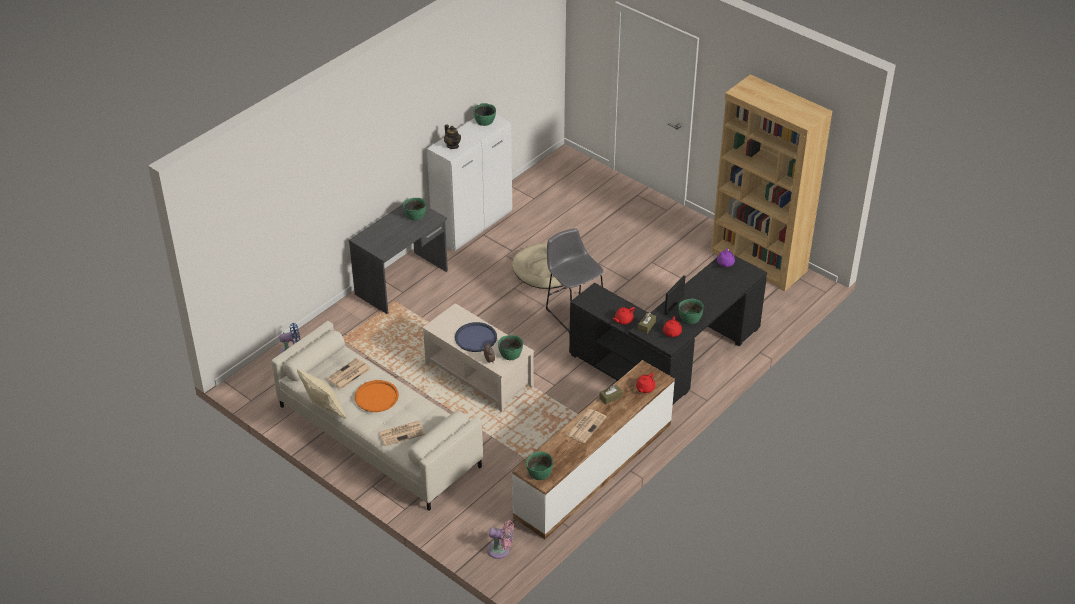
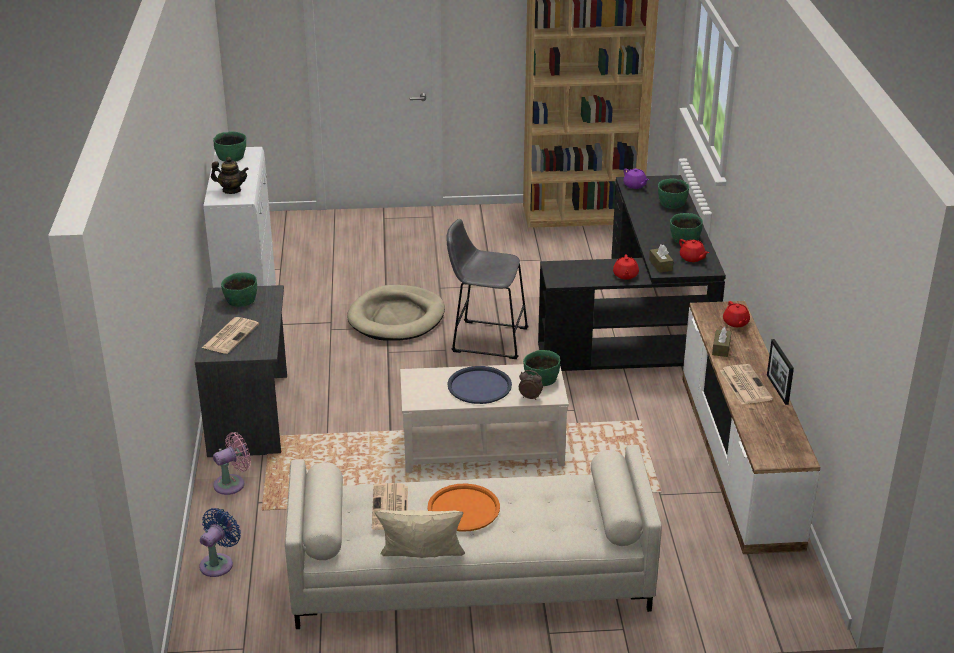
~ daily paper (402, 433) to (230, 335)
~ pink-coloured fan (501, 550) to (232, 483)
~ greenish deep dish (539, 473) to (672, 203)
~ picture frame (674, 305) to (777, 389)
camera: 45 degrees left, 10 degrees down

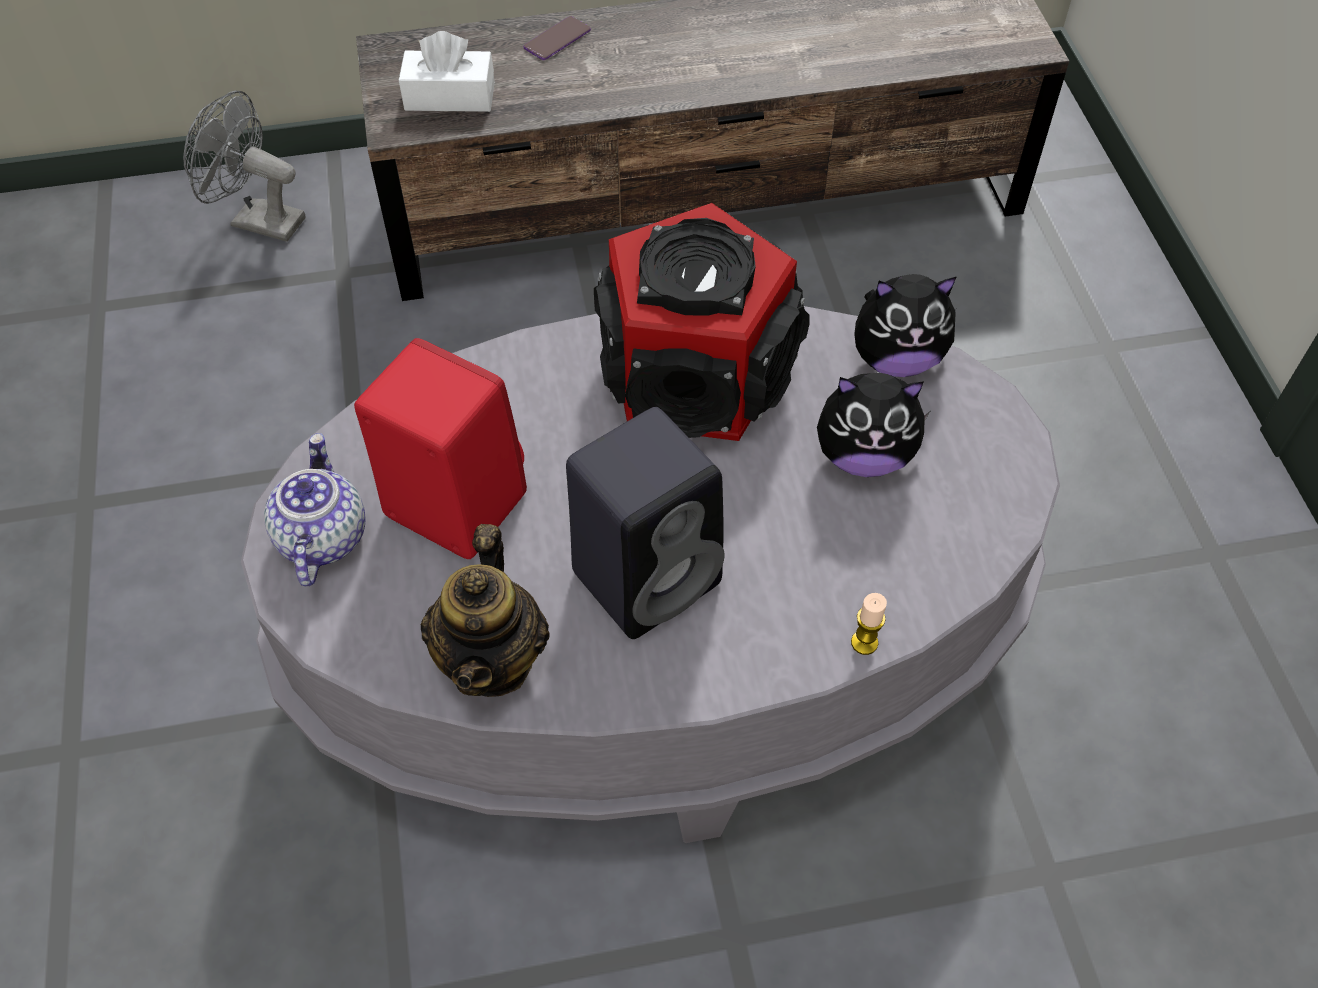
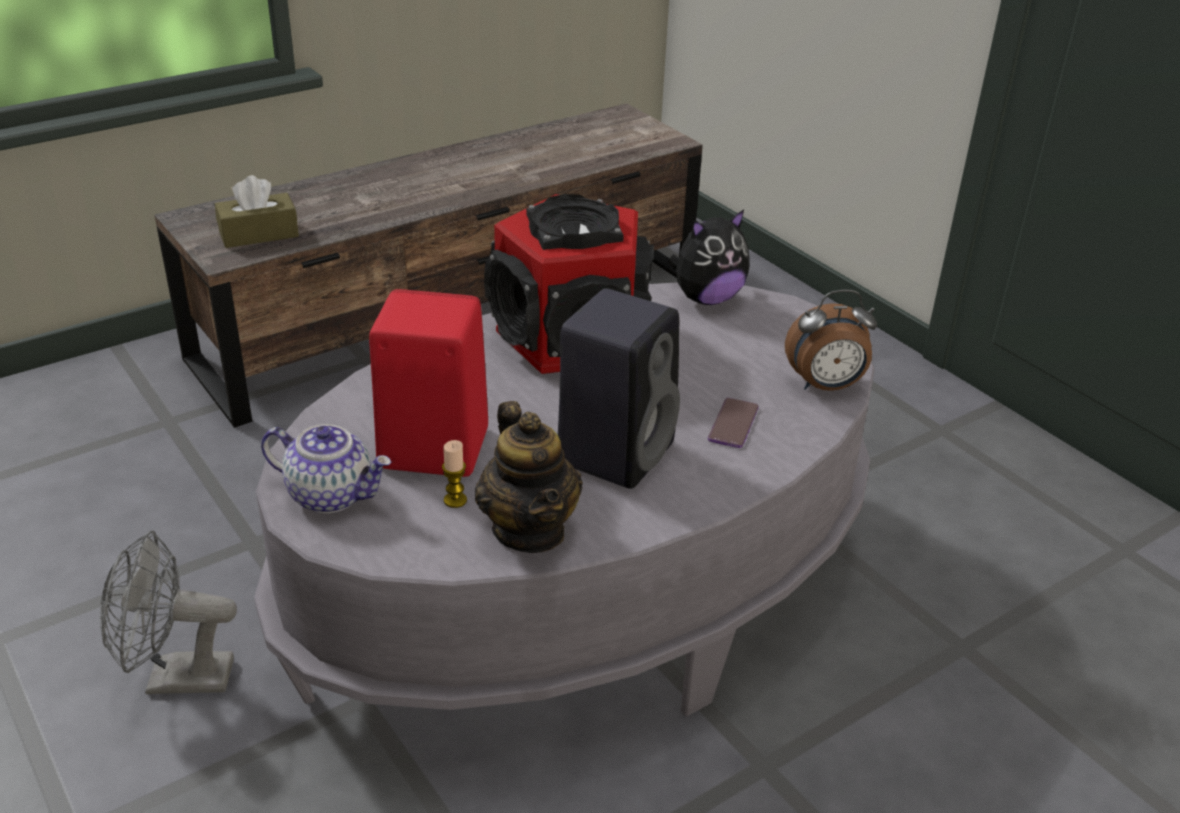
- plush toy (864, 455)
+ table clock (825, 386)
~ grey fan (258, 220) to (176, 679)
~ telephone (557, 39) to (733, 424)
~ candle (864, 642) to (455, 500)
~ white tissue box (450, 96) to brown tissue box (258, 234)
~ teapot (321, 537) = (332, 494) 135 degrees clockwise
camera: 25 degrees left, 20 degrees down

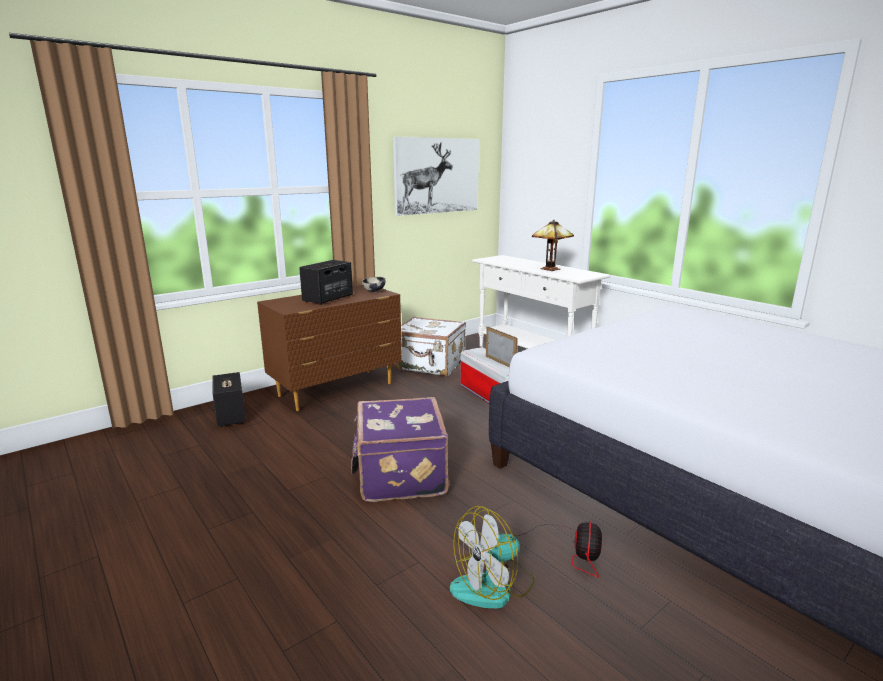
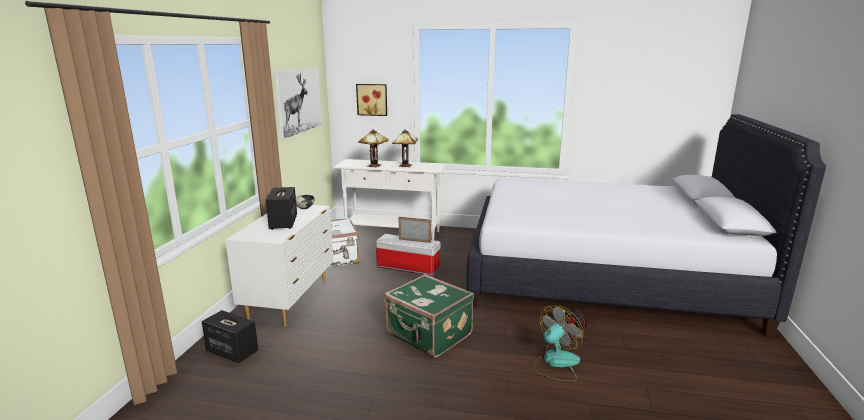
+ wall art (372, 99)
+ lamp for a table (374, 165)
~ brown chest of drawers (337, 390) to white chest of drawers (291, 300)
~ purple-coloured piece of luggage (399, 475) to greenish piece of luggage (428, 335)
~ fan (493, 586) = (555, 363) 150 degrees counterclockwise
camera: 40 degrees left, 0 degrees up

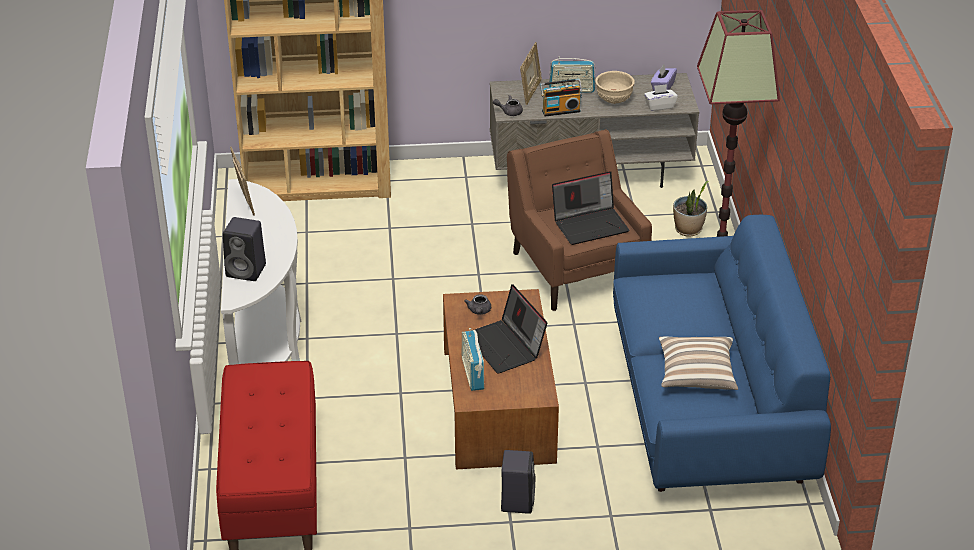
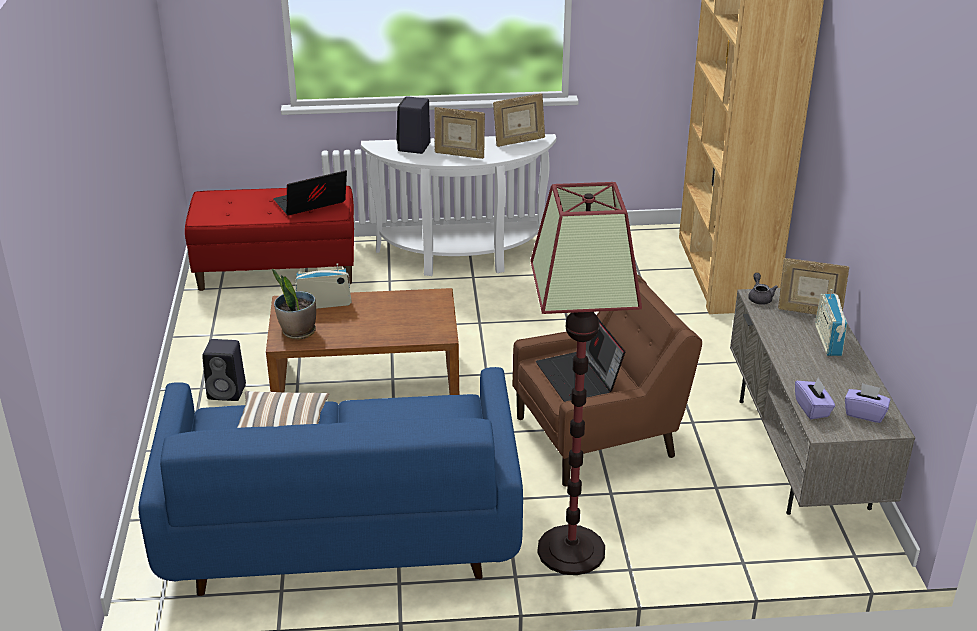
- grey teapot (479, 311)
- radio (560, 110)
- beige deep dish (613, 100)
+ picture frame (459, 155)
~ portable computer (506, 346) to (310, 204)
~ houseplant (688, 230) to (298, 332)
~ white tissue box (659, 106) to purple-coloured tissue box (812, 408)
camera: 90 degrees right, 5 degrees down

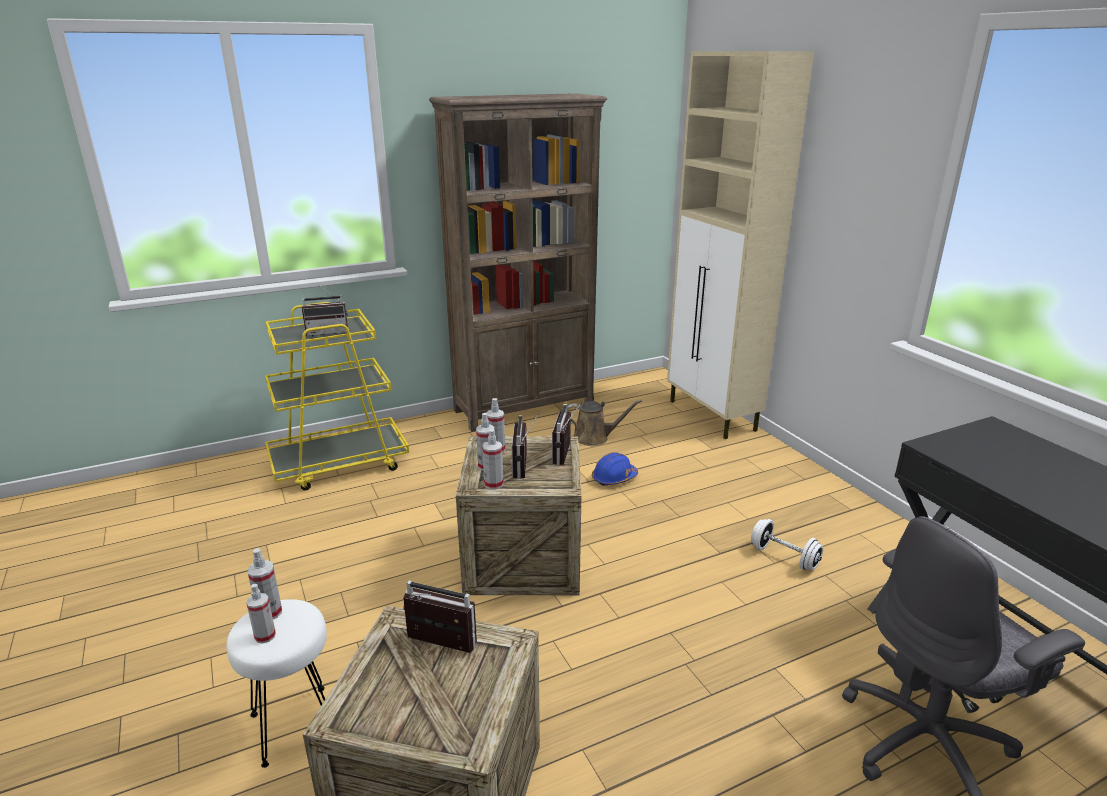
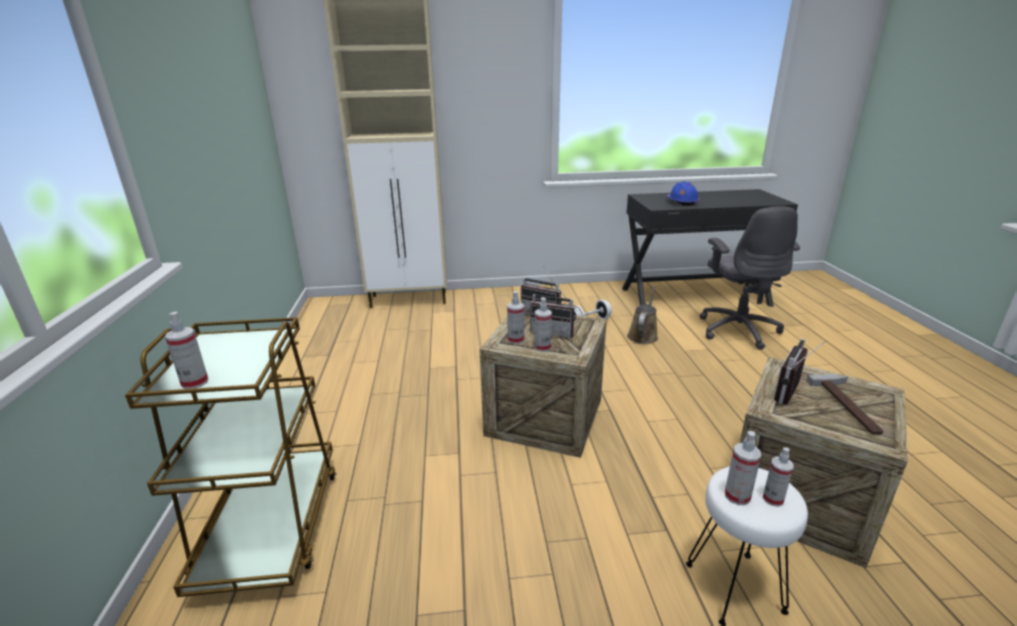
- radio (328, 332)
- brown shelving unit (525, 407)
+ hand hammer (851, 406)
~ spray bottle (493, 484) to (195, 382)
~ brown watering pot (594, 438) to (643, 335)
~ blue-coloured safety helmet (614, 478) to (682, 202)
~ yellow trolley (340, 463) to brown trolley (271, 526)
camera: 70 degrees left, 0 degrees up

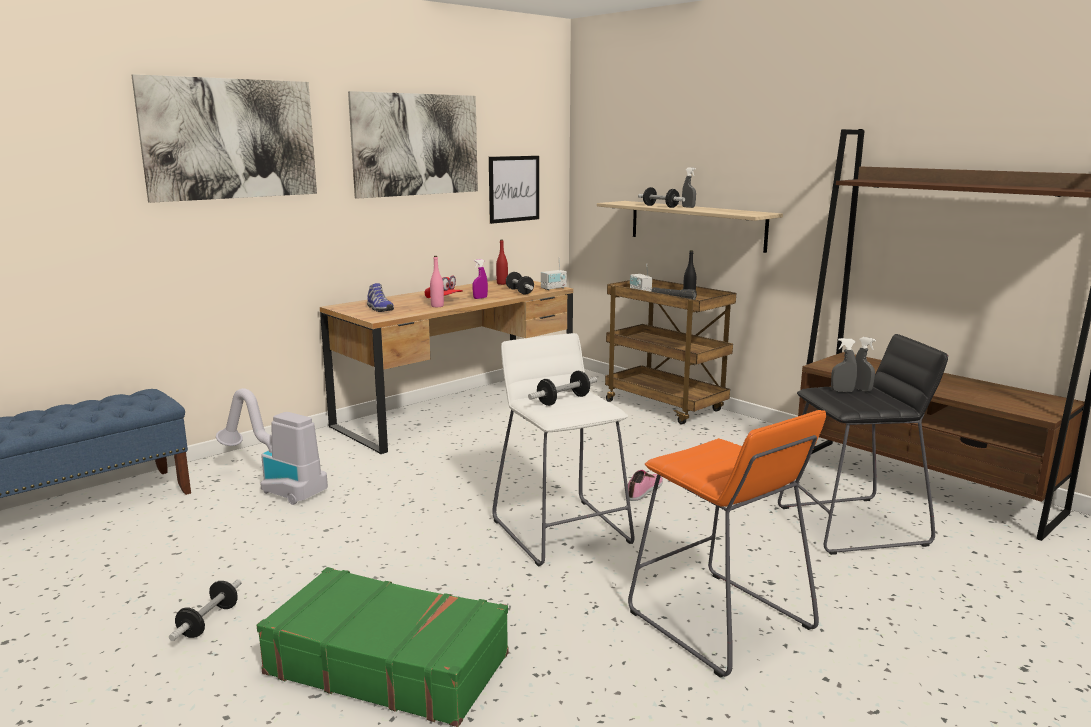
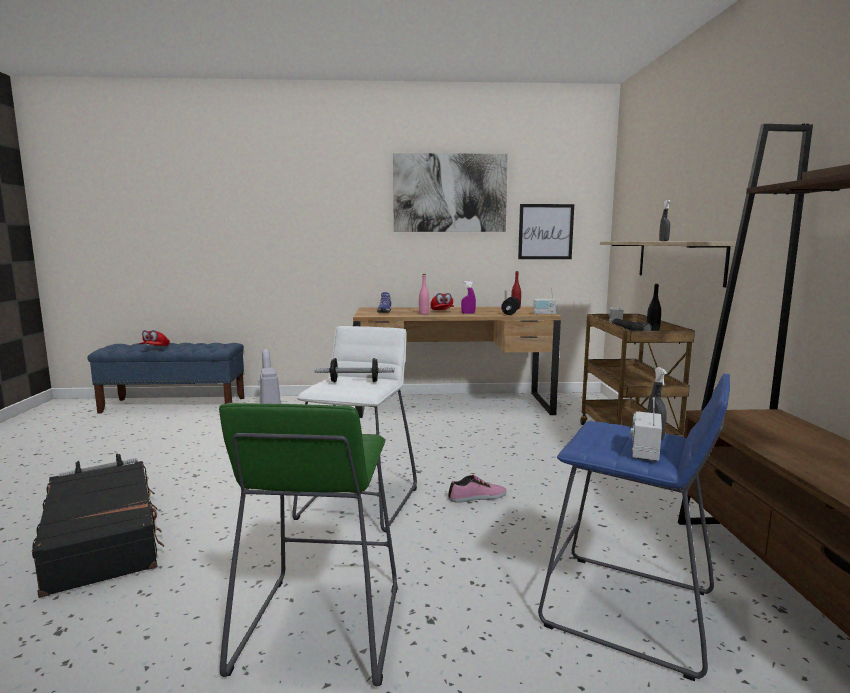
- wall art (231, 139)
- hand weight (660, 206)
- grey spray bottle (842, 391)
+ red-coloured cap (155, 348)
+ radio (644, 453)
~ greenish piece of luggage (388, 663) to blackish piece of luggage (103, 538)
~ orange stool (719, 621) to greenish stool (320, 628)
~ blackish stool (852, 525) to blue-coloured stool (629, 610)
camera: 40 degrees right, 5 degrees down

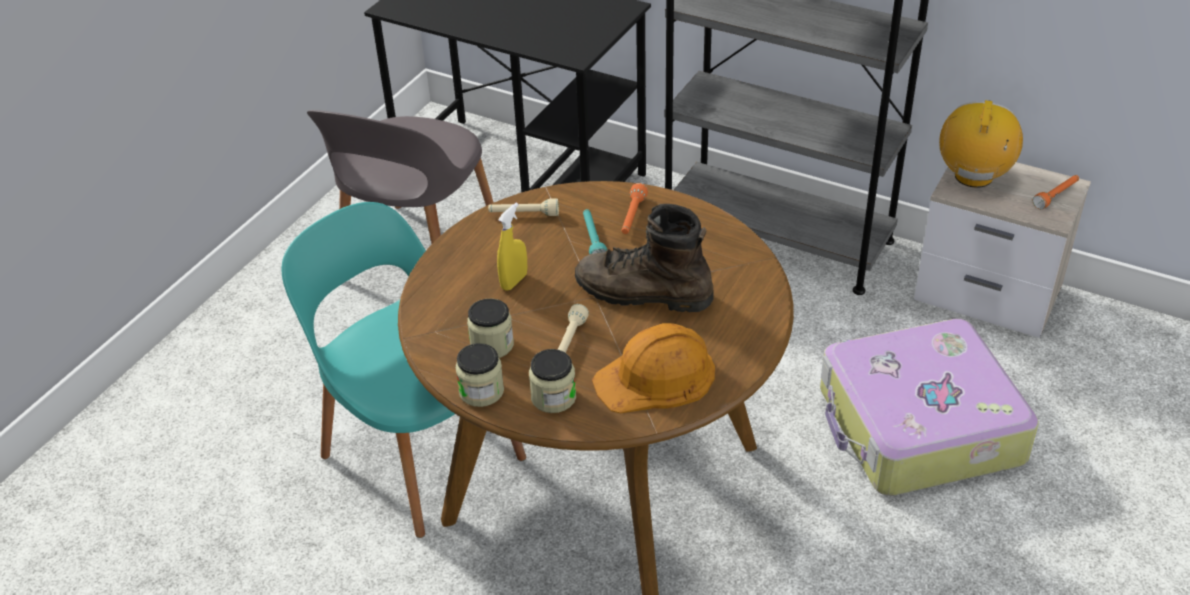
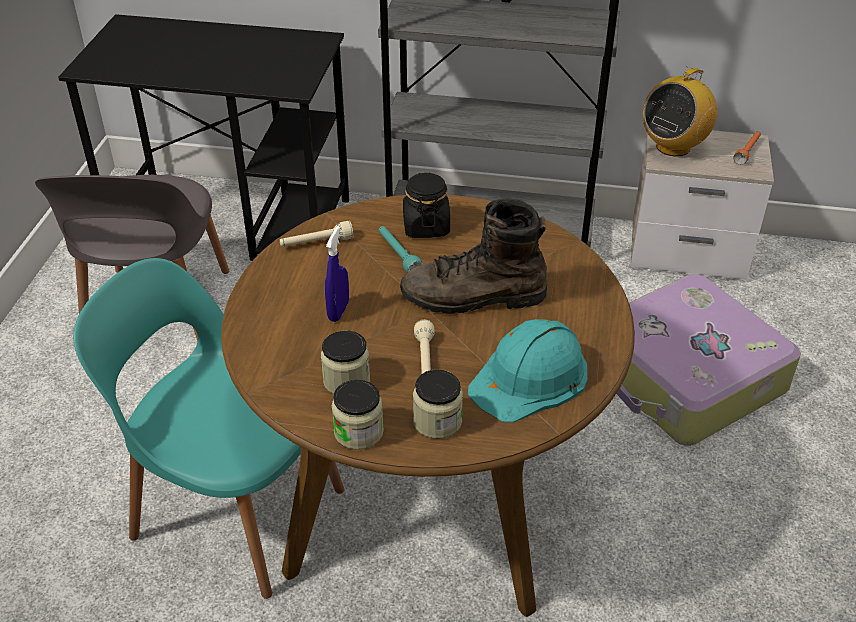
~ orange flashlight (632, 217) to blackish storage jar (426, 226)
~ yellow spray bottle (514, 281) to blue-coloured spray bottle (338, 311)
~ orange safety helmet (656, 377) to turquoise safety helmet (530, 378)
~ radio (973, 176) = (673, 146) 135 degrees counterclockwise
camera: 20 degrees left, 0 degrees up

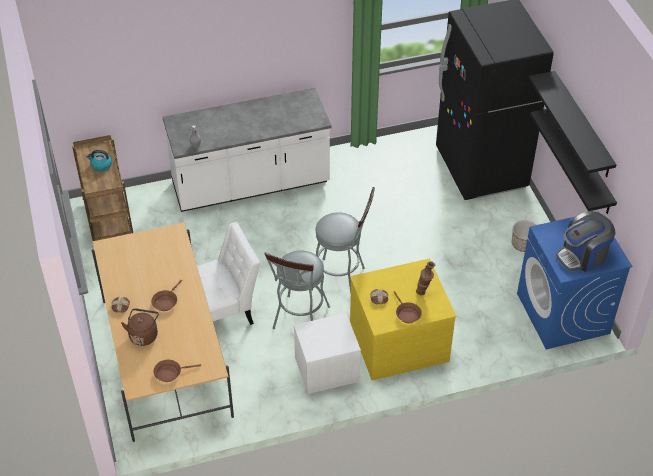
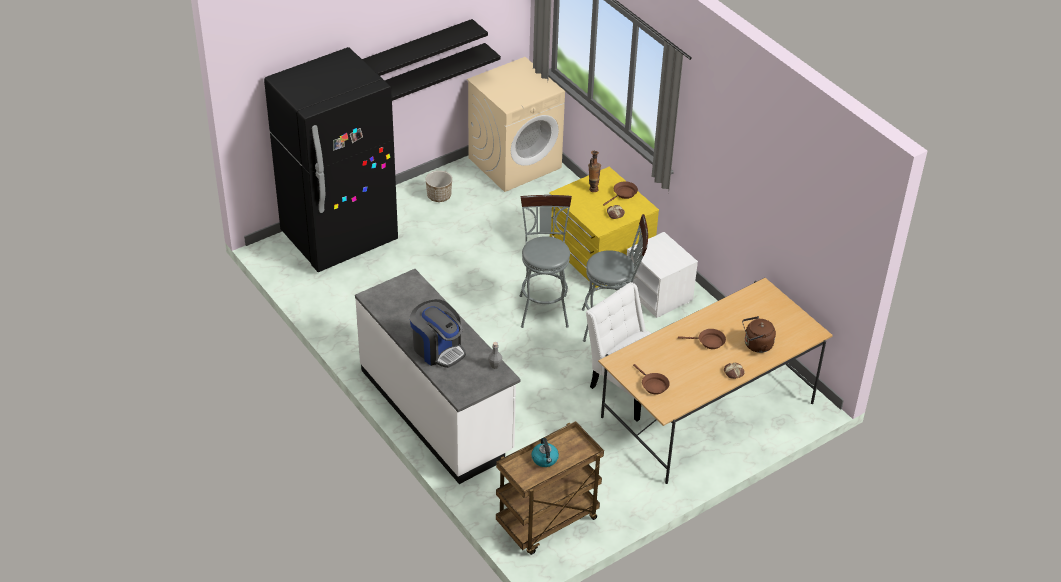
~ brown frying pan (170, 373) to (653, 385)
~ coffee maker (582, 255) to (438, 349)
~ blue-coloured washing machine (563, 314) to beige washing machine (515, 162)
camera: 110 degrees left, 5 degrees down

